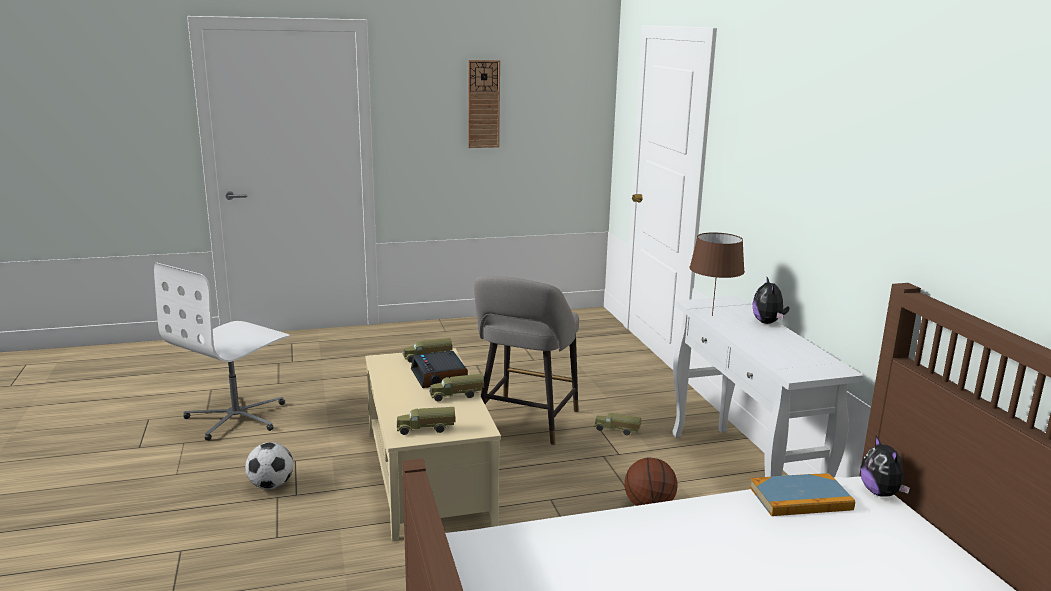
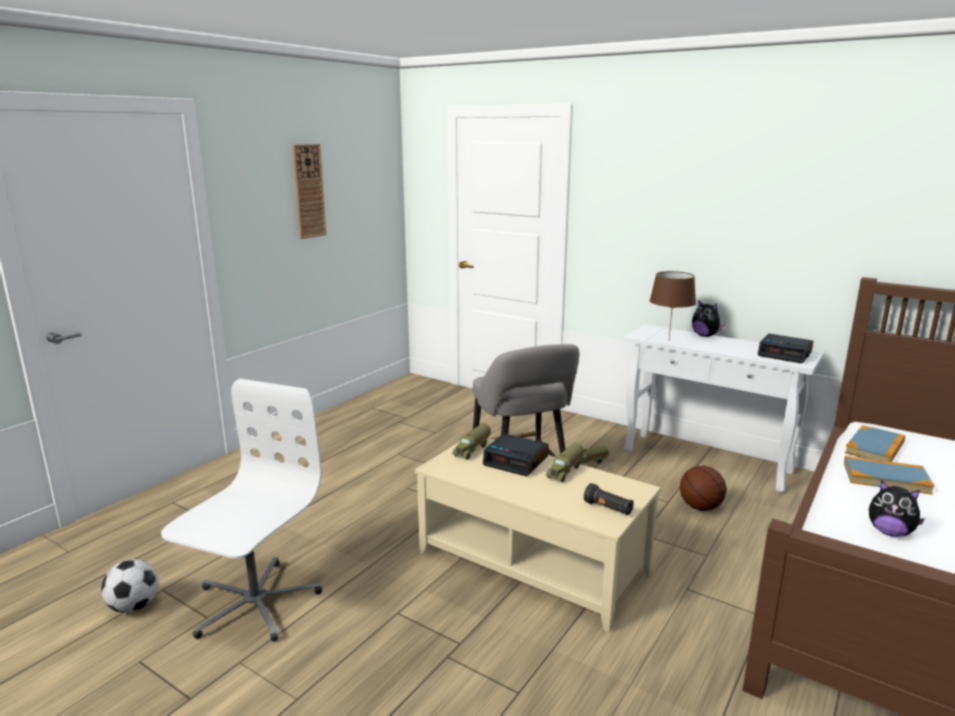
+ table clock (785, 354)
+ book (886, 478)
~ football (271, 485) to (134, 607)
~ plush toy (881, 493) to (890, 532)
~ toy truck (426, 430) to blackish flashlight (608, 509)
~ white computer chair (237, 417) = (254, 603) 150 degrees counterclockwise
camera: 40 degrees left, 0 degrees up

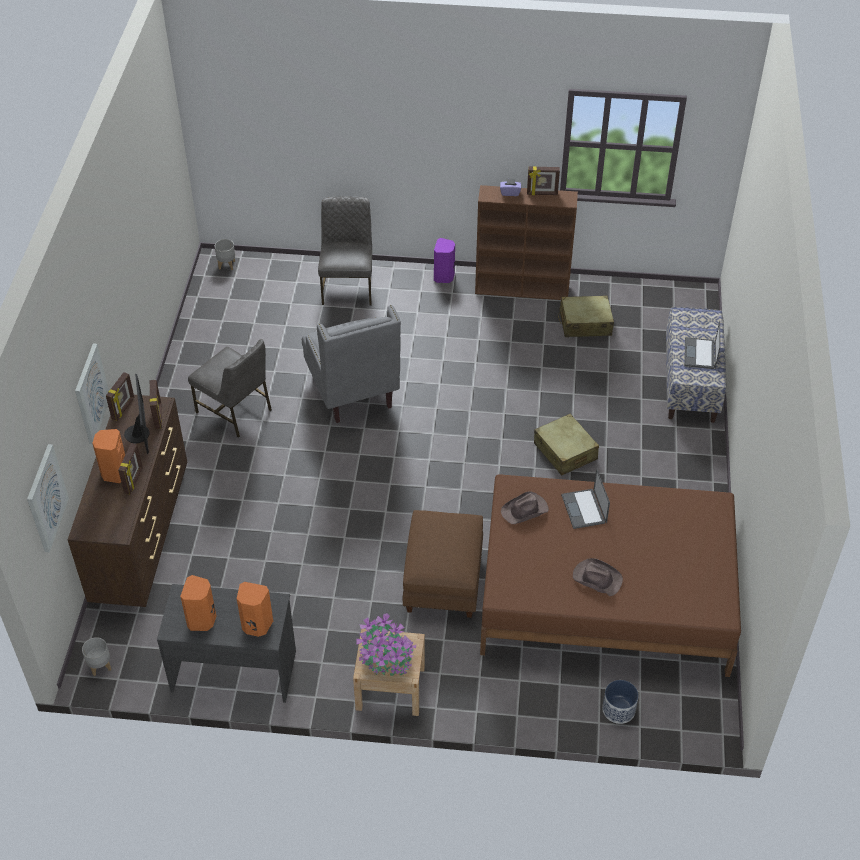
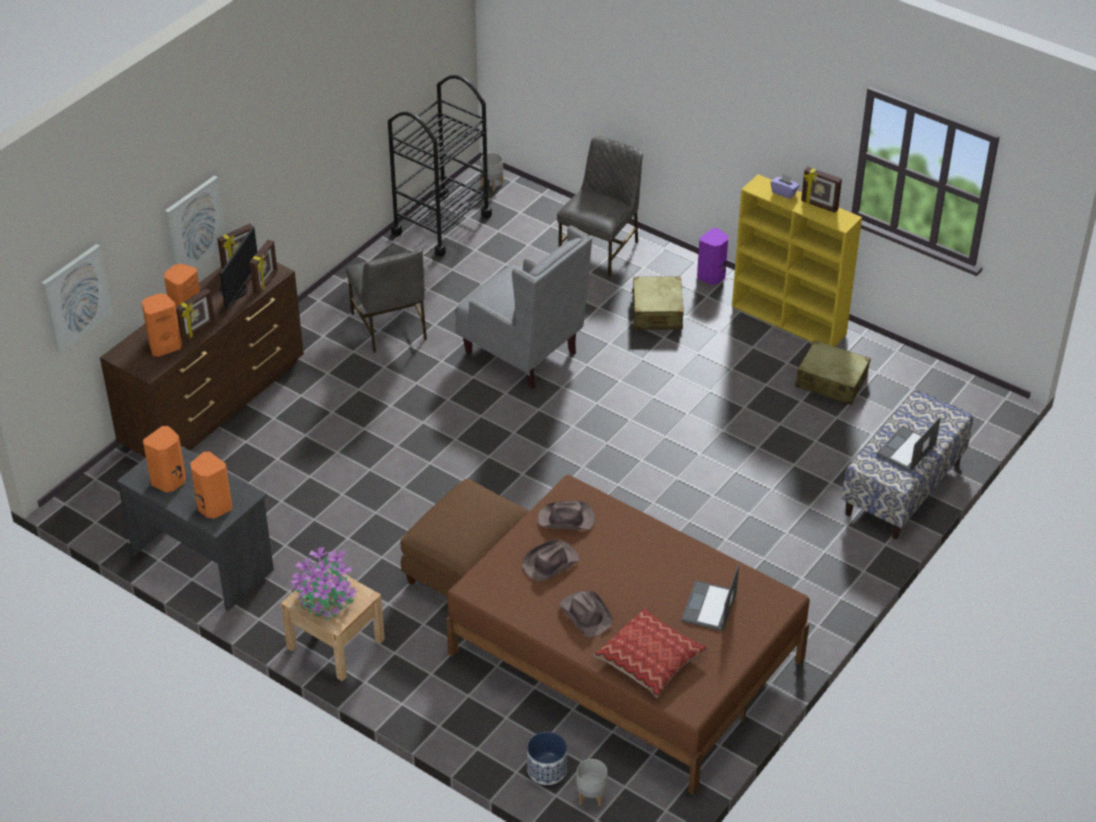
+ orange speaker (164, 346)
+ blackish trolley (441, 224)
+ brown clothing hat (550, 563)
+ pillow (650, 660)
~ grey plant pot (99, 666) to (590, 796)
~ beige piece of luggage (565, 452) to (657, 312)
~ portable computer (584, 509) to (709, 607)
~ brown shelving unit (523, 289) to yellow shelving unit (790, 320)
~ grey lounge chair (352, 391) = (522, 353) 60 degrees counterclockwise
camera: 30 degrees right, 5 degrees down

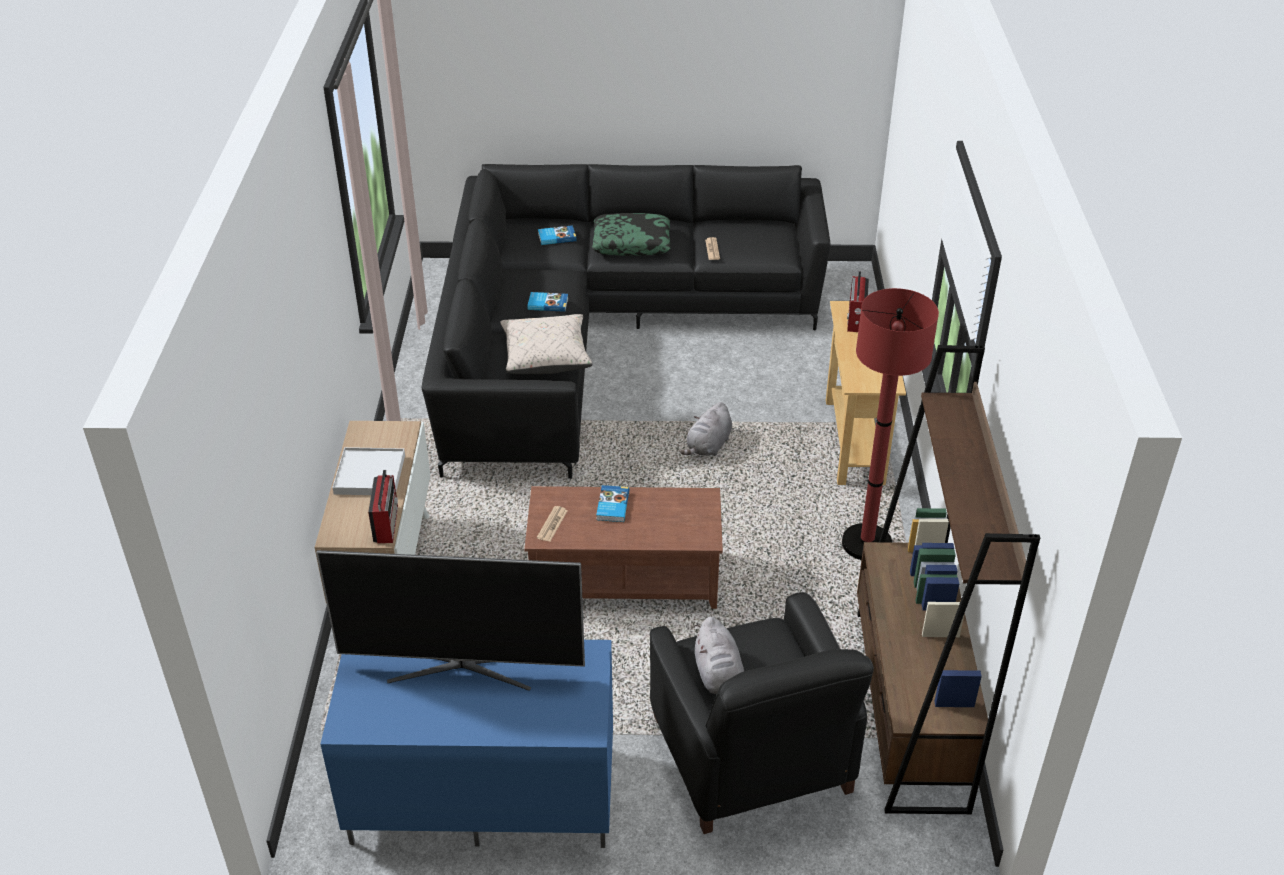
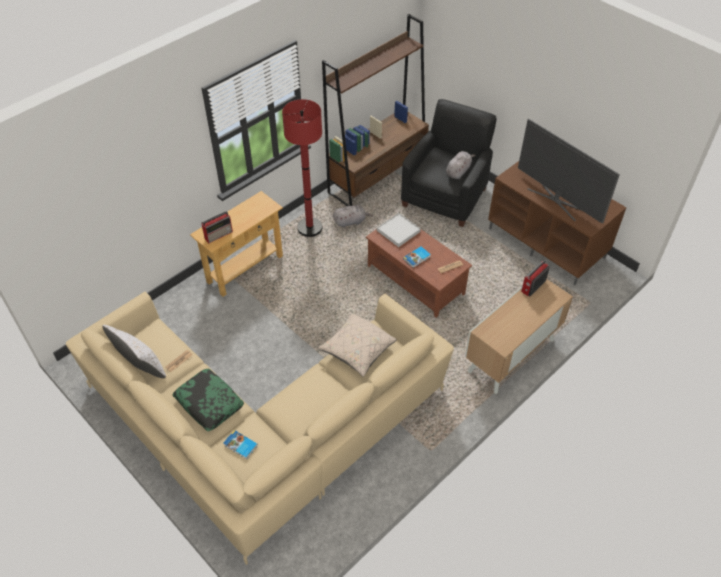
- book (547, 303)
+ white pillow (141, 366)
~ white carrying tray (369, 475) to (398, 231)
~ grey plush toy (708, 446) to (351, 221)
~ blue-coloured media console (481, 796) to brown media console (547, 243)
~ blackish couch (595, 333) to beige couch (262, 429)
camera: 135 degrees left, 10 degrees up

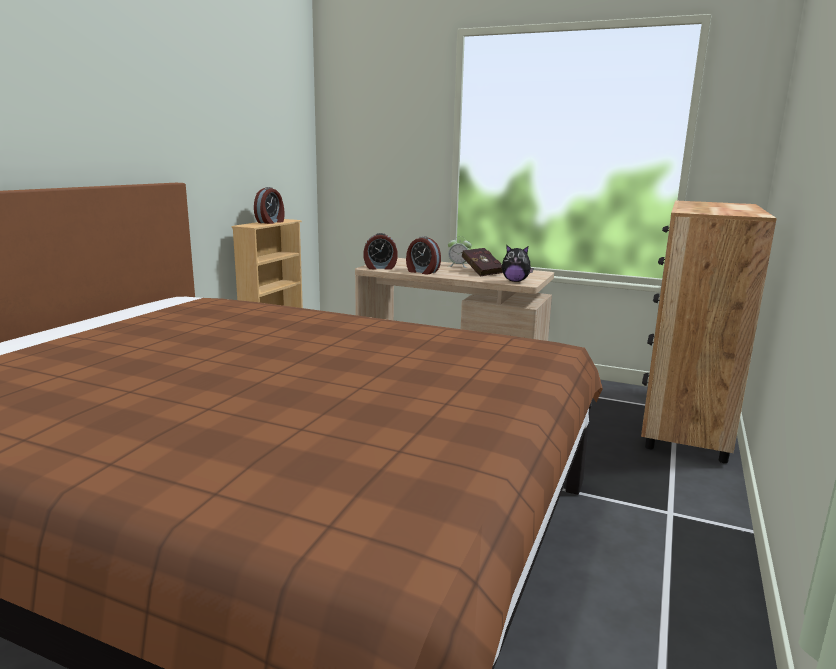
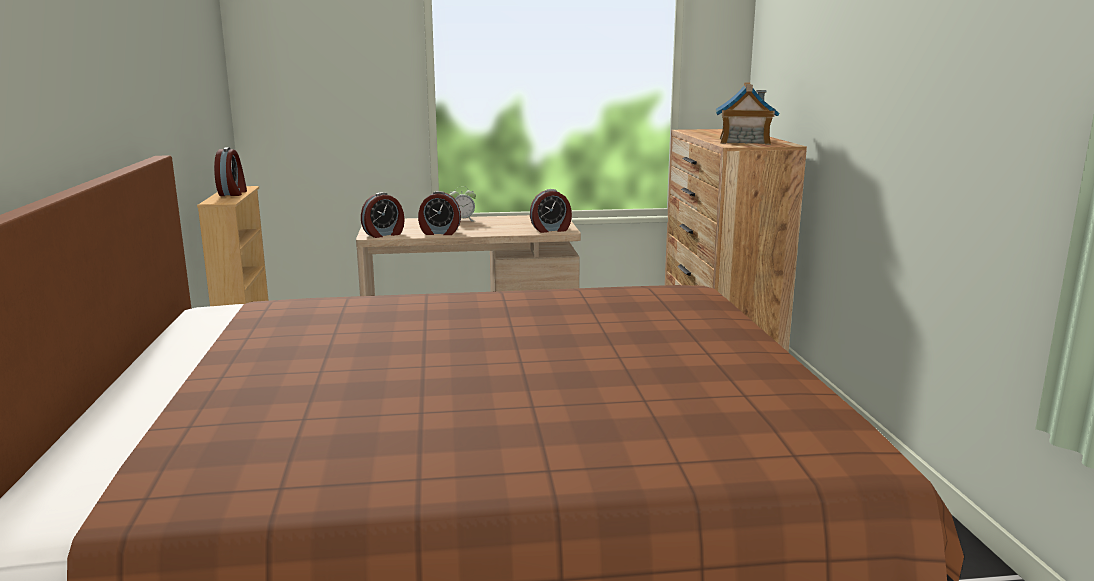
- red-coloured book (481, 272)
+ model house (744, 141)
~ plush toy (515, 281) to table clock (551, 230)
camera: 30 degrees left, 0 degrees up

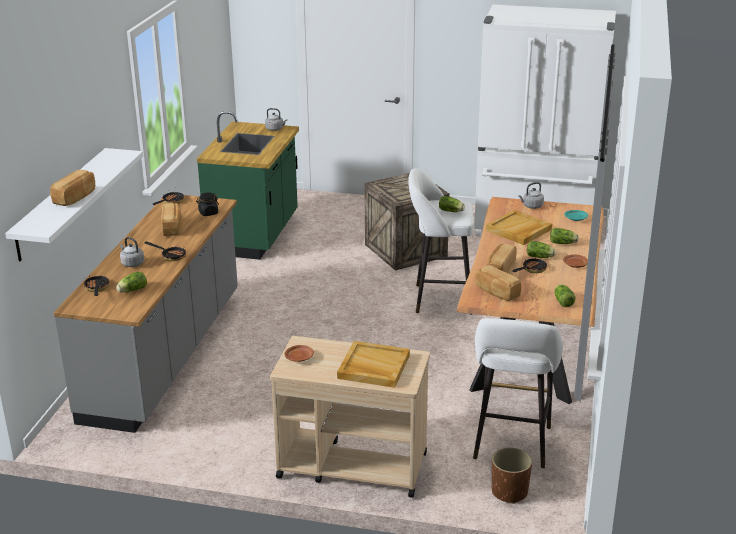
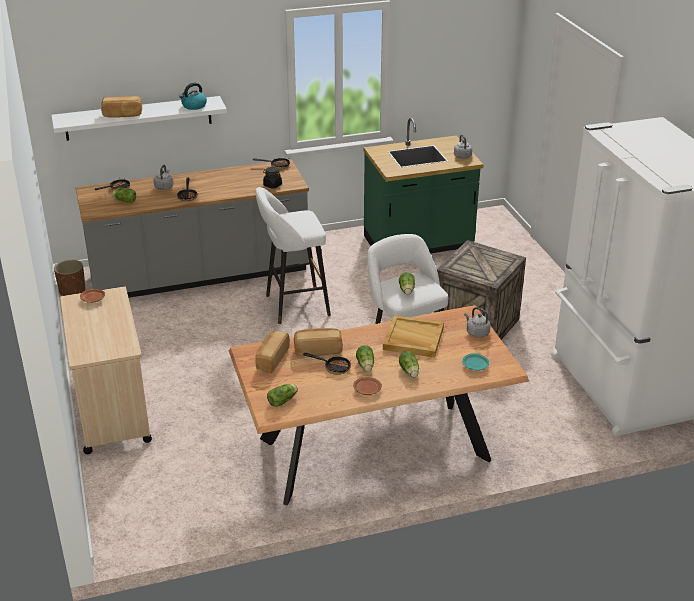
- bakery bread (172, 227)
- beige carrying tray (373, 367)
+ kettle (194, 106)
~ white stool (511, 446) to (293, 306)
~ brown plant pot (509, 491) to (72, 291)
camera: 60 degrees right, 5 degrees up

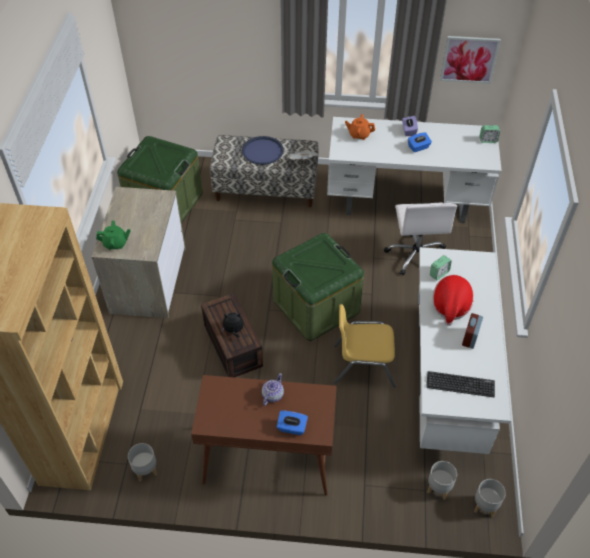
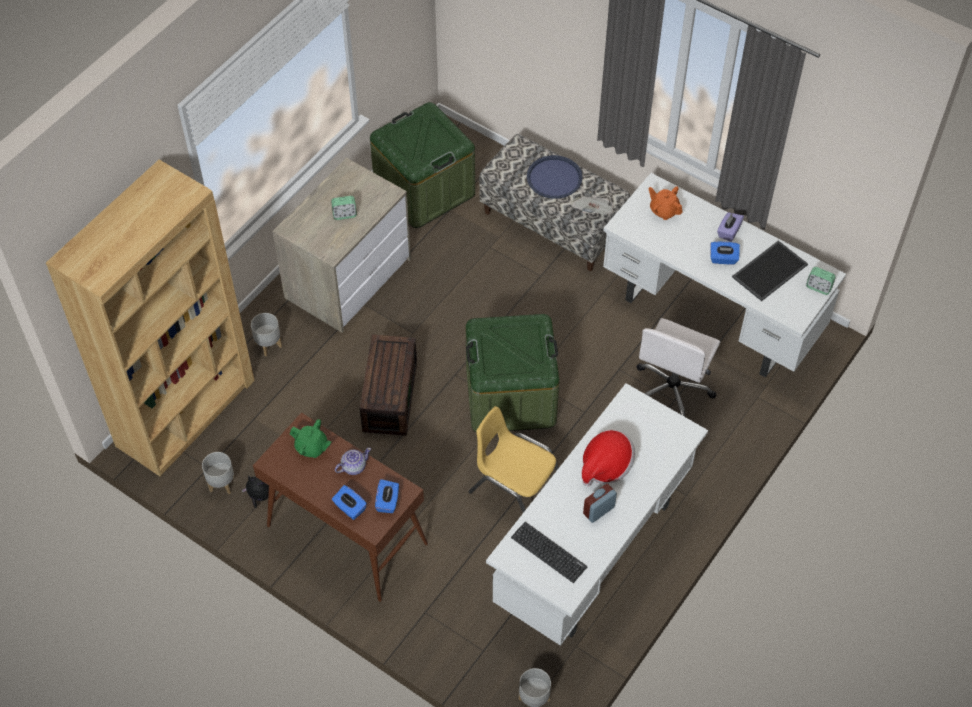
- wall art (469, 59)
+ blue-coloured tissue box (388, 502)
+ carrying tray (769, 270)
~ greenish teapot (115, 243) to (312, 447)
~ plush toy (233, 331) to (259, 497)
~ grey plant pot (438, 488) to (268, 344)
~ table clock (439, 273) to (344, 214)
camera: 30 degrees right, 5 degrees up

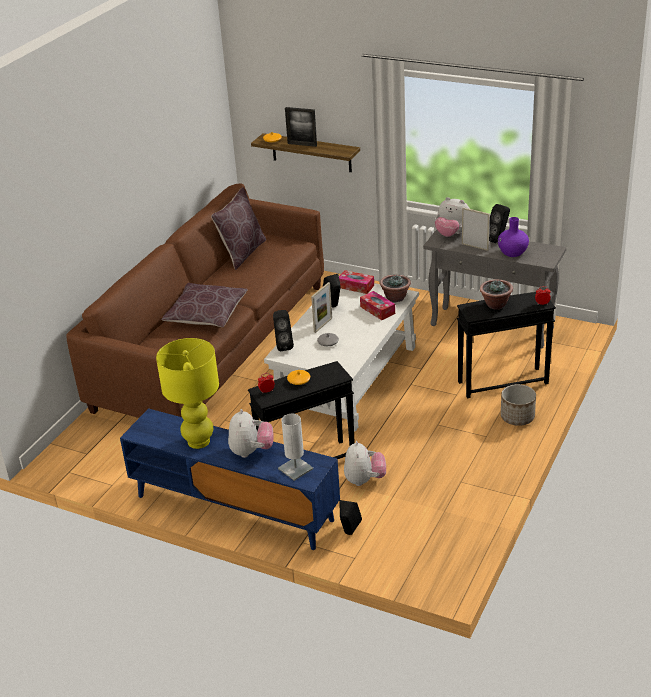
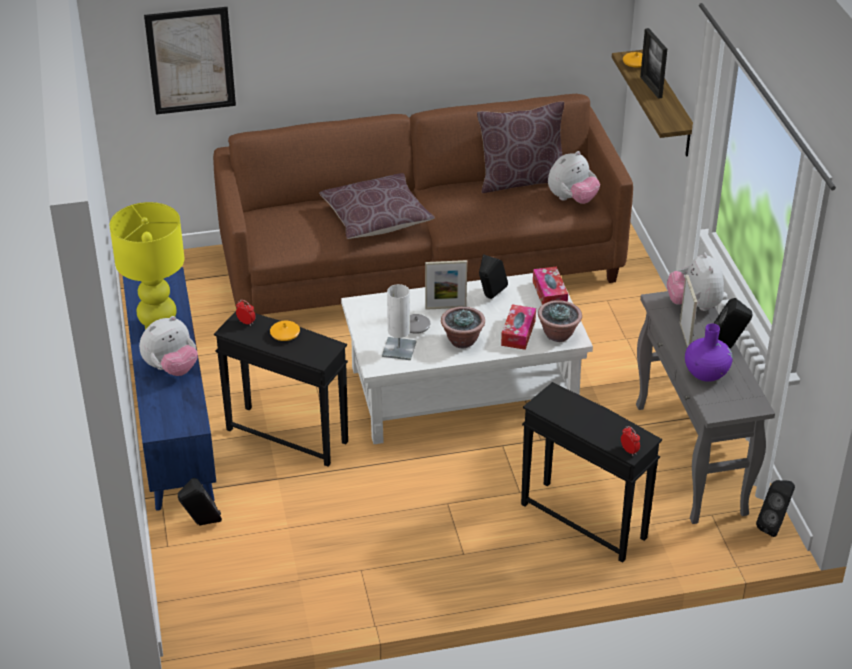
- plant pot (517, 417)
+ wall art (190, 60)
~ blackish speaker (283, 345) to (774, 526)
~ white lamp for a table (295, 469) to (399, 349)
~ plush toy (364, 480) to (572, 199)
~ houseplant (495, 305) to (462, 340)
camera: 50 degrees right, 5 degrees up

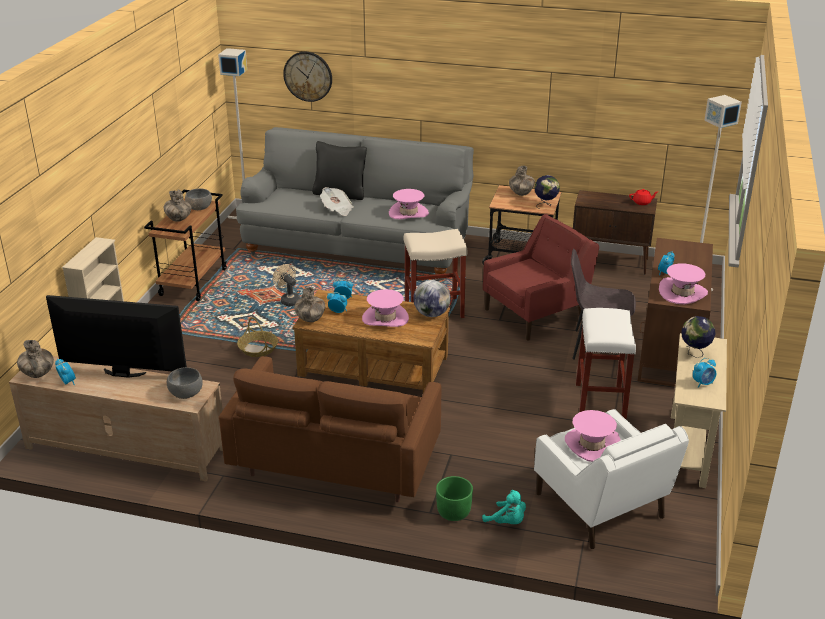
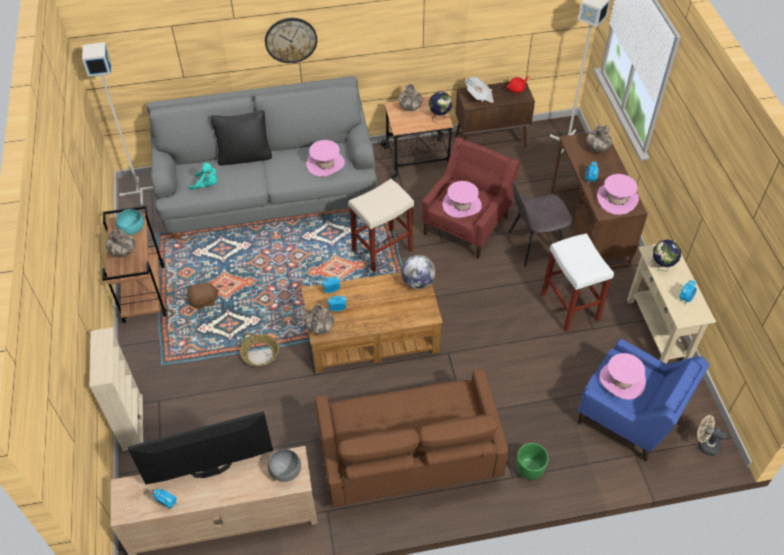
+ brown plush toy (204, 301)
~ flower vase (38, 374) to (596, 149)
~ beige fan (288, 300) to (704, 445)
~ wall clock (308, 76) to (291, 40)
~ daily paper (337, 209) to (479, 96)
~ pink-coloured clothing hat (385, 318) to (461, 205)
~ turquoise plush toy (507, 522) to (207, 185)
~ grey deep dish (199, 208) to turquoise deep dish (132, 229)
~ white lounge chair (600, 507) to blue-coloured lounge chair (629, 417)
camera: 25 degrees left, 20 degrees up

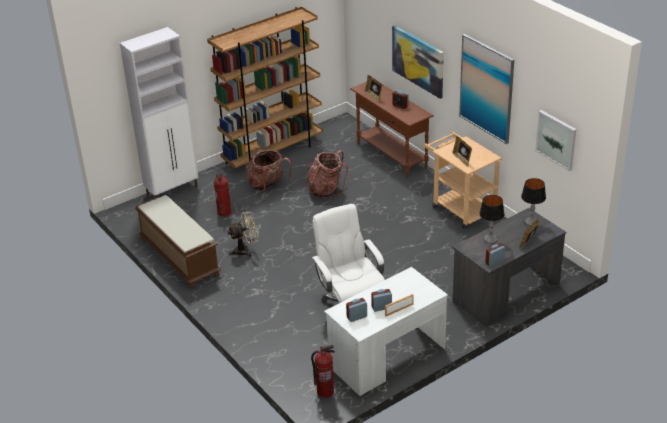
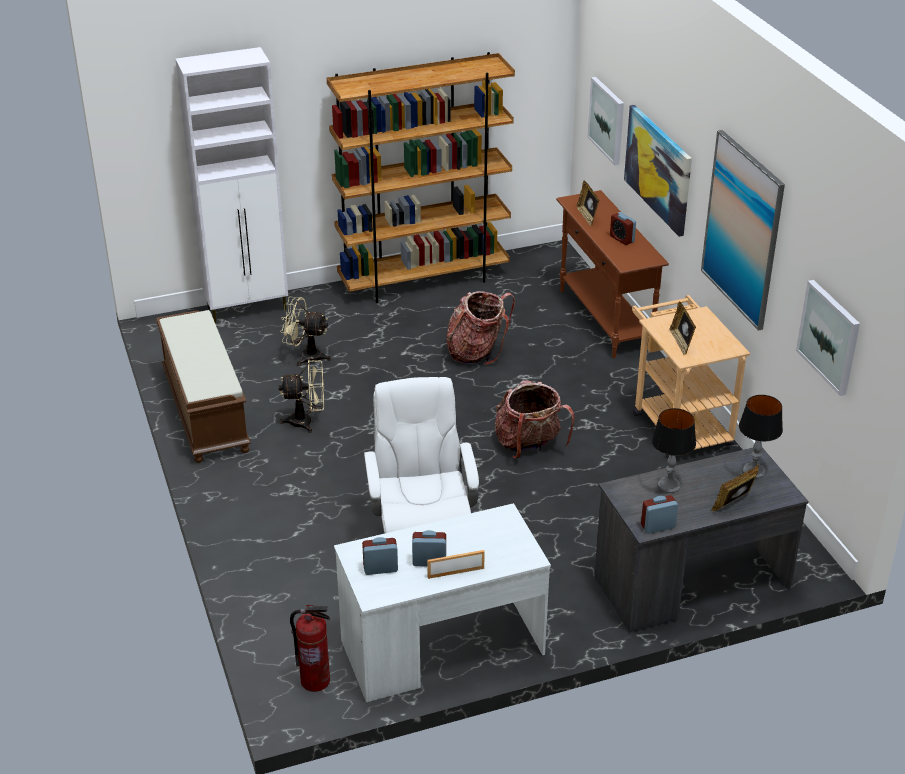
+ wall art (607, 120)
~ rucksack (267, 185) to (529, 445)
~ extinguisher (224, 212) to beige fan (306, 356)
camera: 15 degrees right, 0 degrees up

